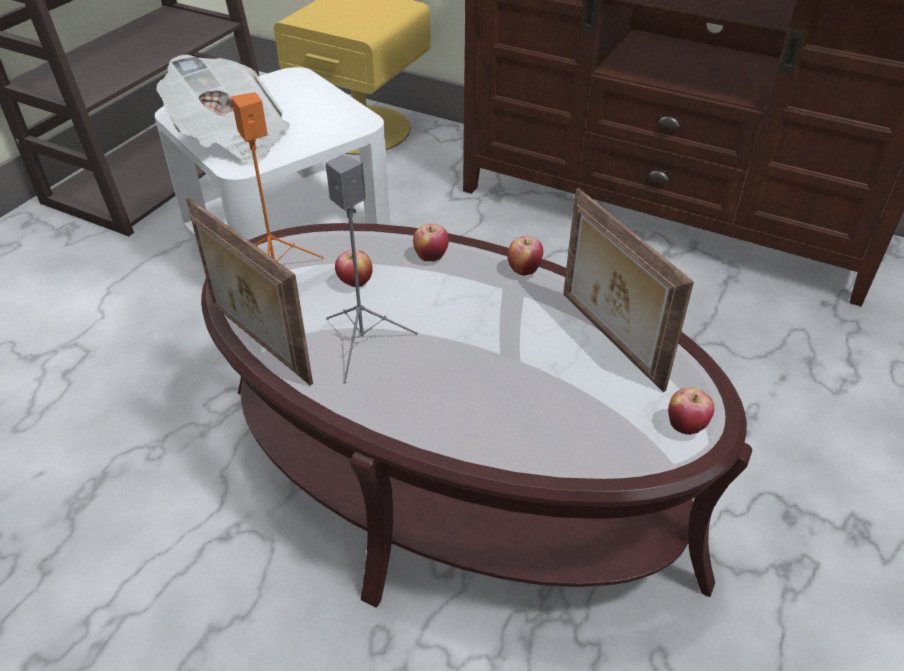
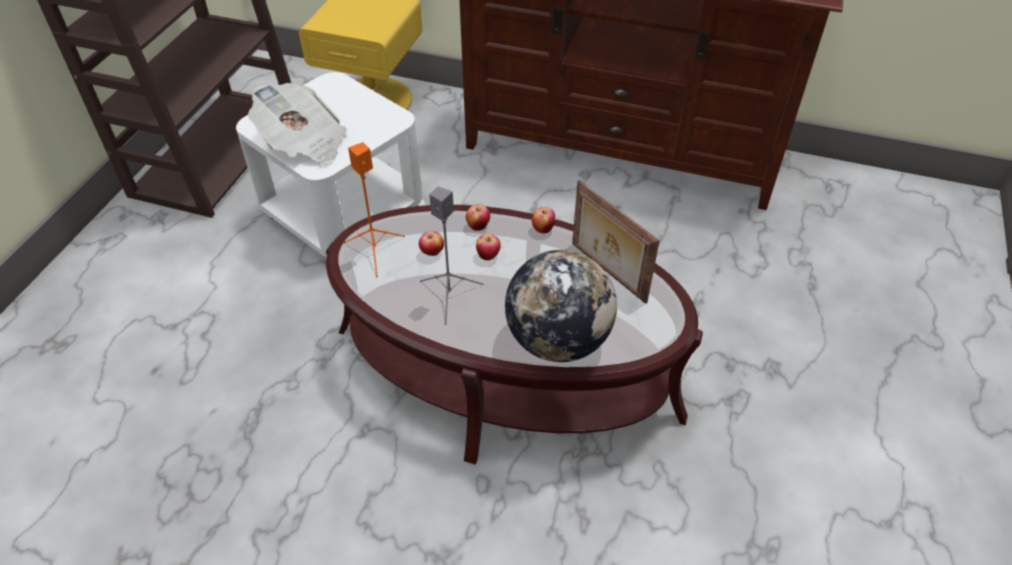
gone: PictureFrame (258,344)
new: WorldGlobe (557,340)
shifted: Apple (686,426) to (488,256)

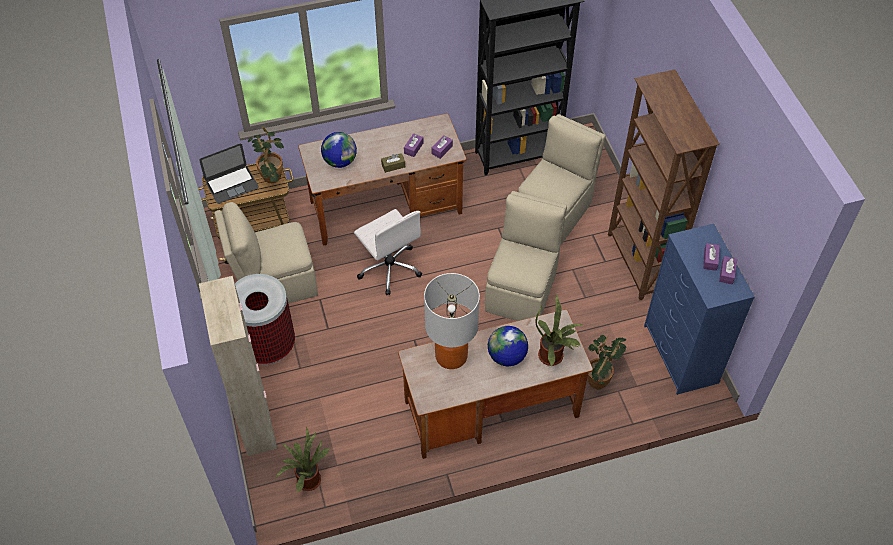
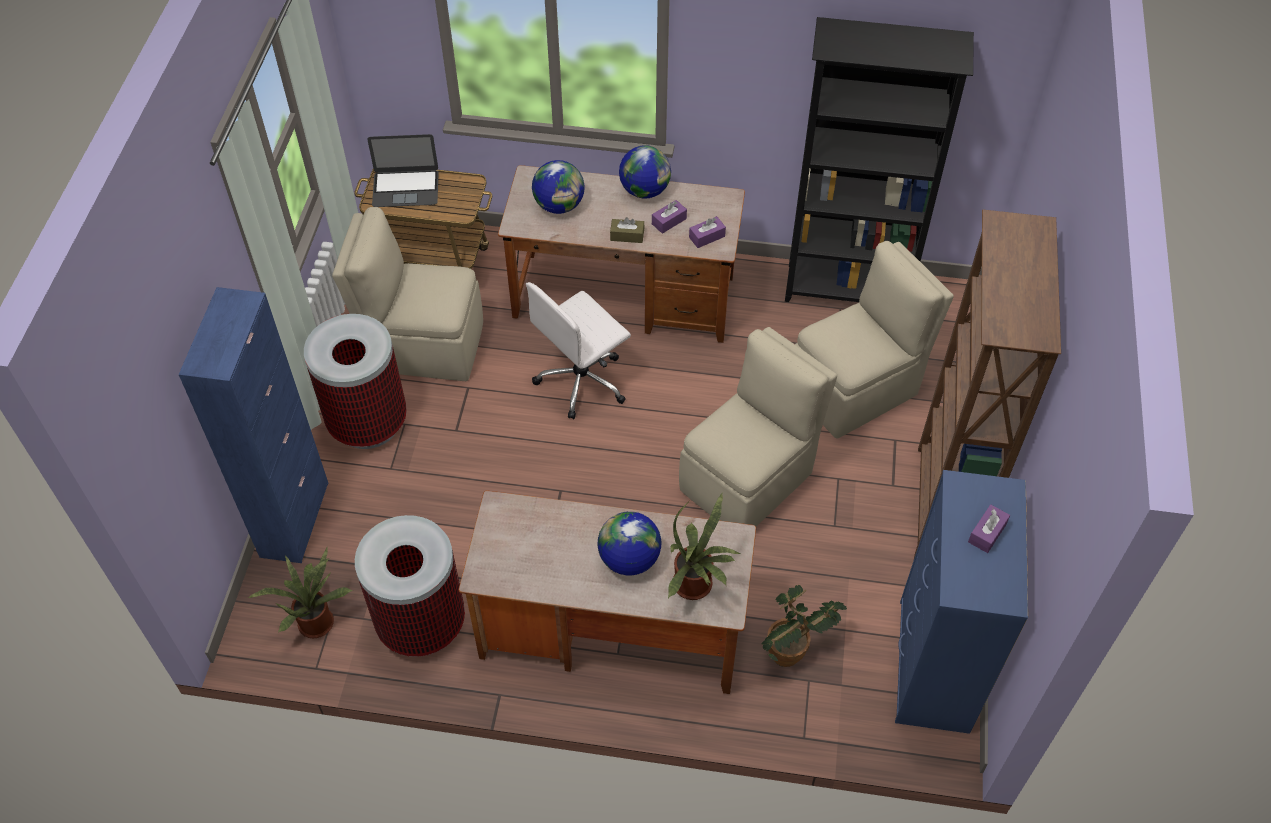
gone: PlantInAPot (271,180); TabletopLamp (451,356); PurplishTissueHolder (727,273)
new: WasteBin (421,623); WorldGlobe (644,190)
repainted: BeigeStorageCabinet (256,423) to BluishStorageCabinet (295,519)
rotated: WhitishOfficeChair (389,268) = (583,380) 60 degrees clockwise

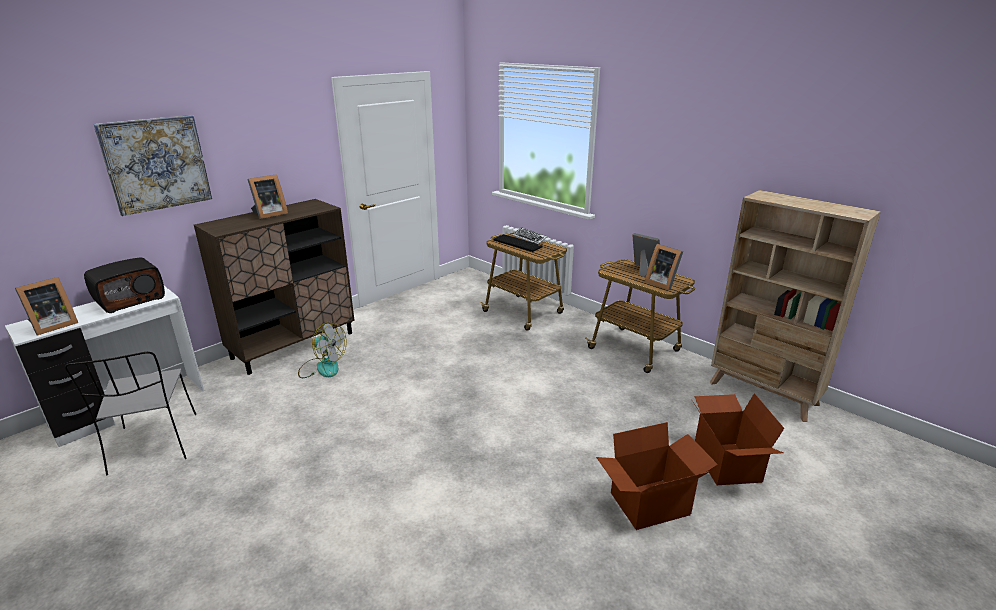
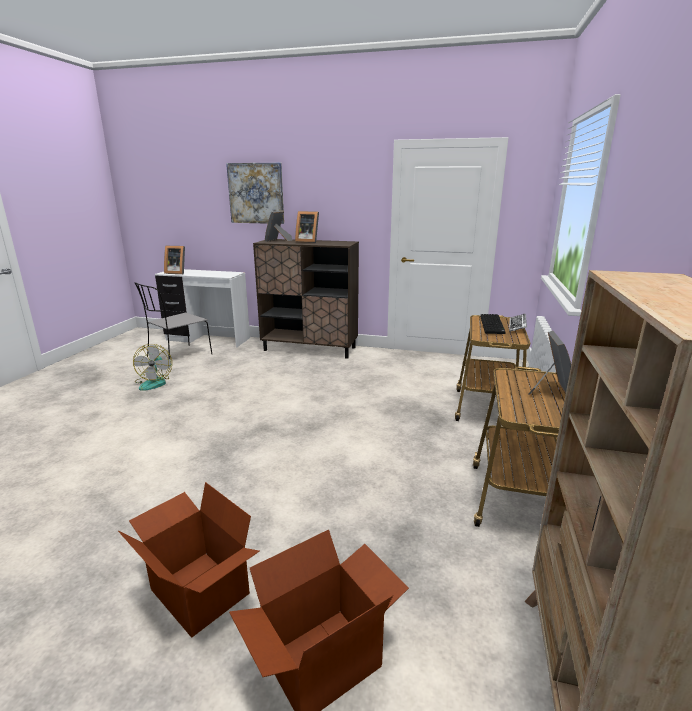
gone: RadioReceiver (130,299)
shifted: Fan (322,367) to (154,382); PictureFrame (662,283) to (278,240)

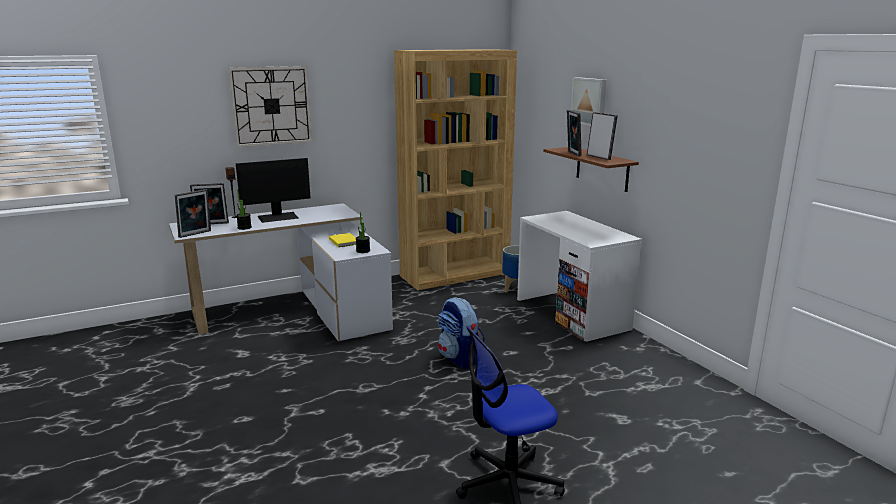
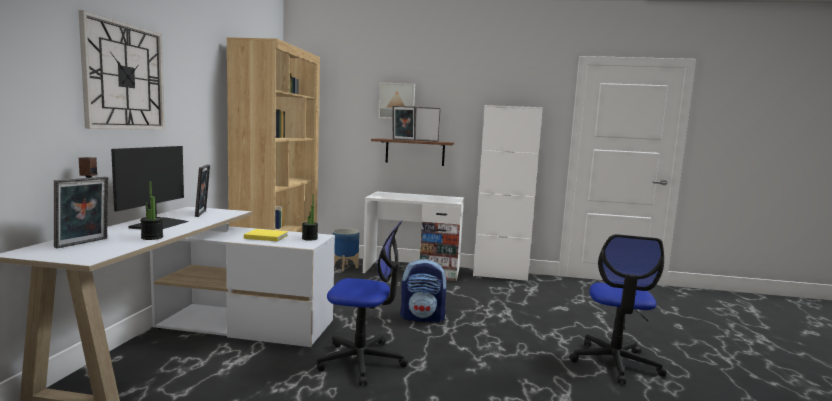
new: OfficeChair (362,361); WhitishStorageCabinet (499,275)
shifted: PictureFrame (196,234) to (203,213)

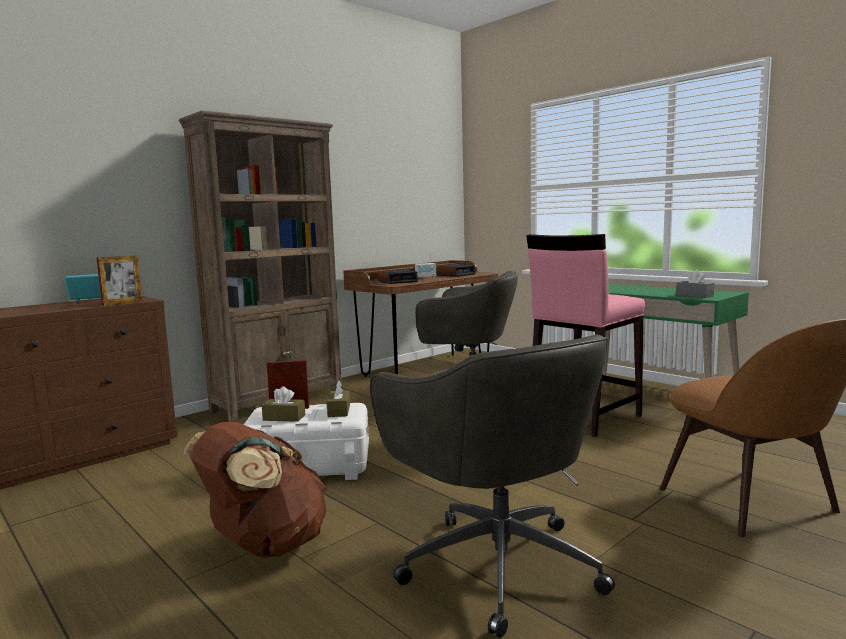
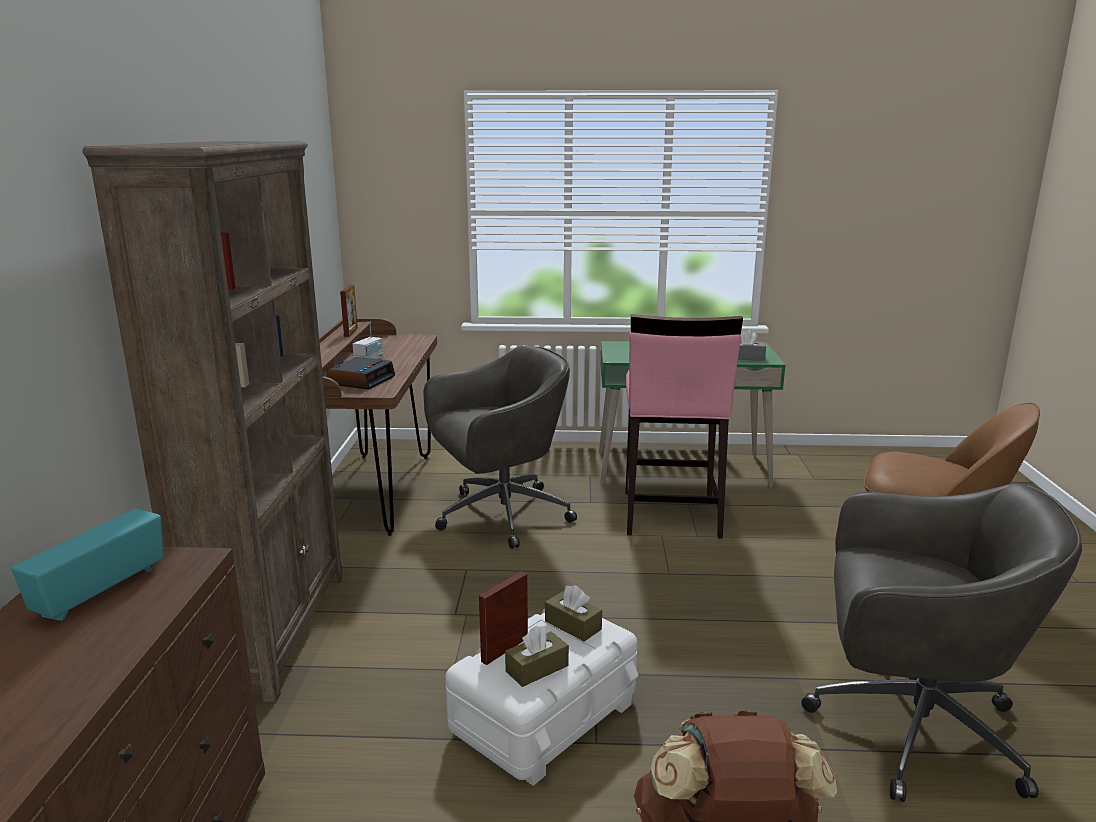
gone: BedsideClock (455,274)
shifted: PictureFrame (122,303) to (351,332)

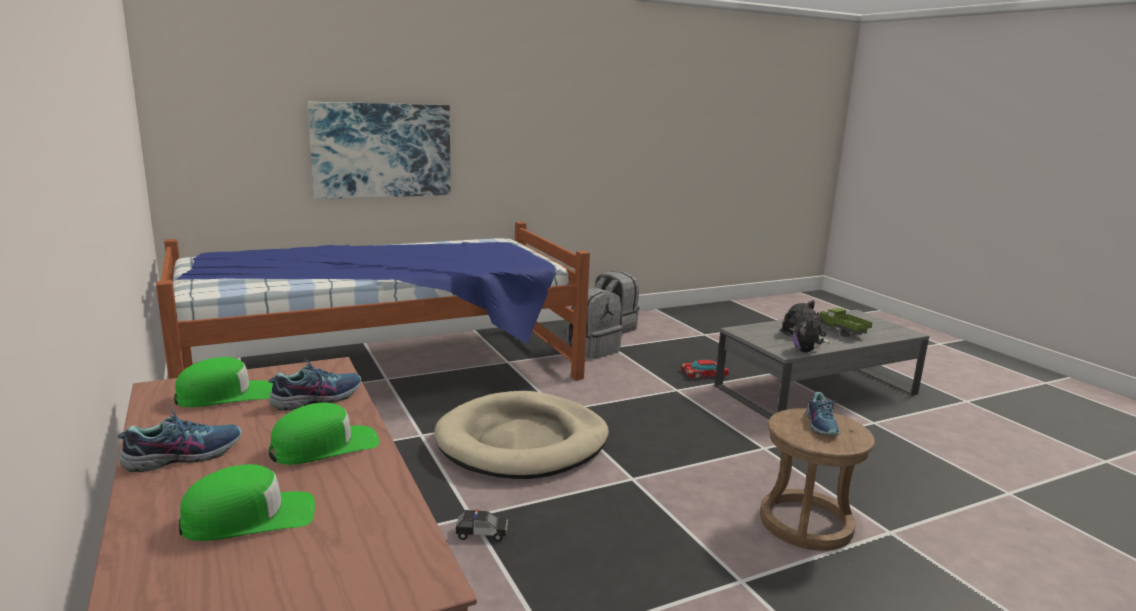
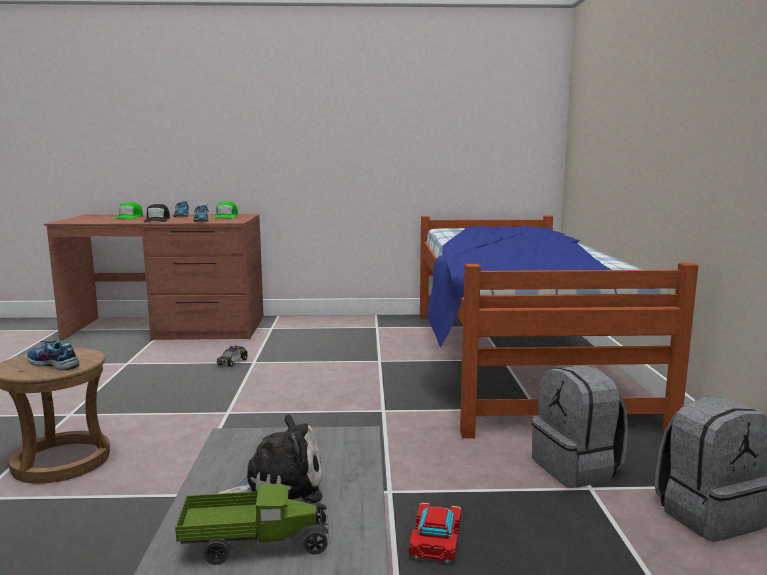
gone: Picture (382,150); BeigeDogCushion (523,442); SoftToy (806,351)
repainted: GreenColouredCap (325,446) to BlackishCap (157,220)

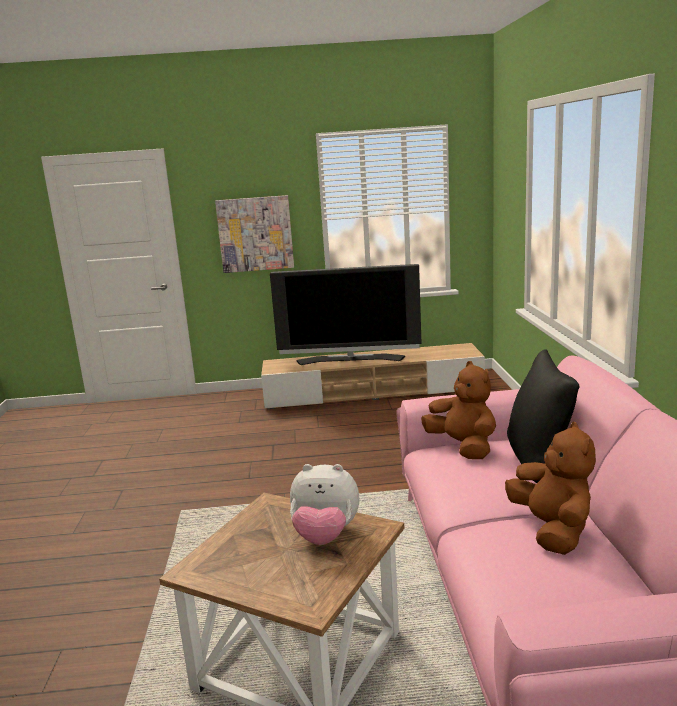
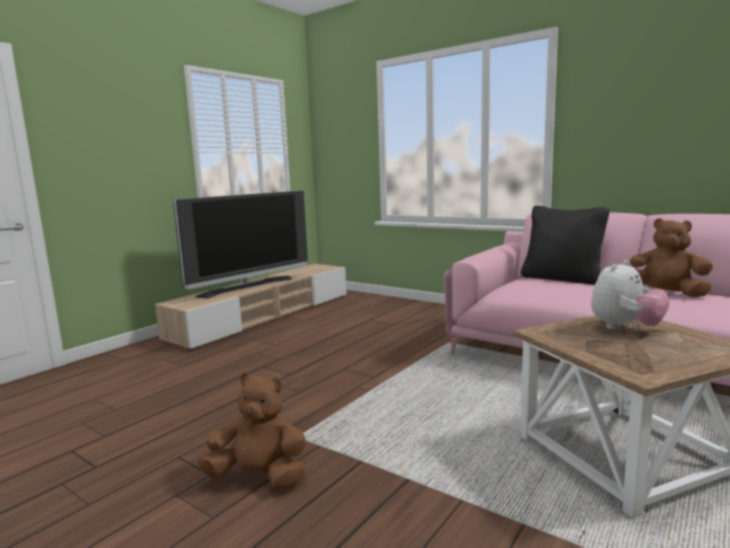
gone: Picture (255,234)
shifted: BrownishSoftToy (463,447) to (259,477)

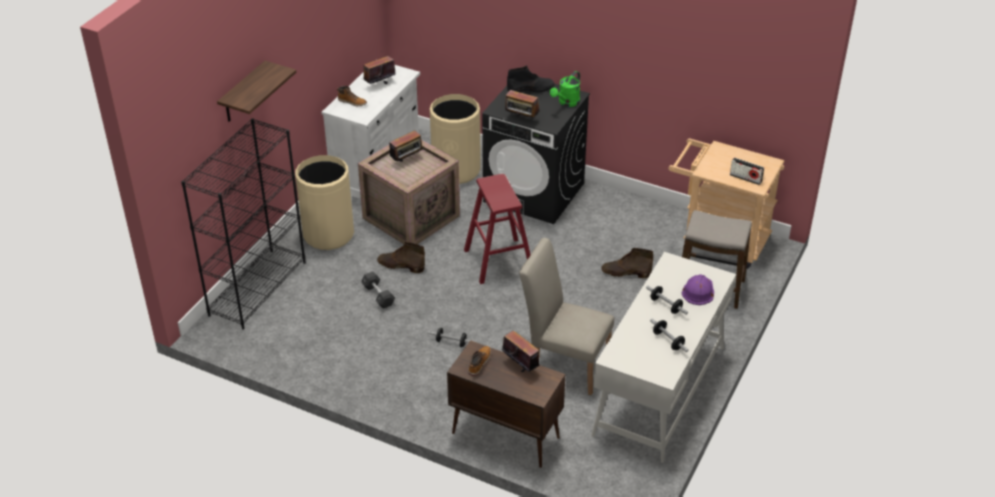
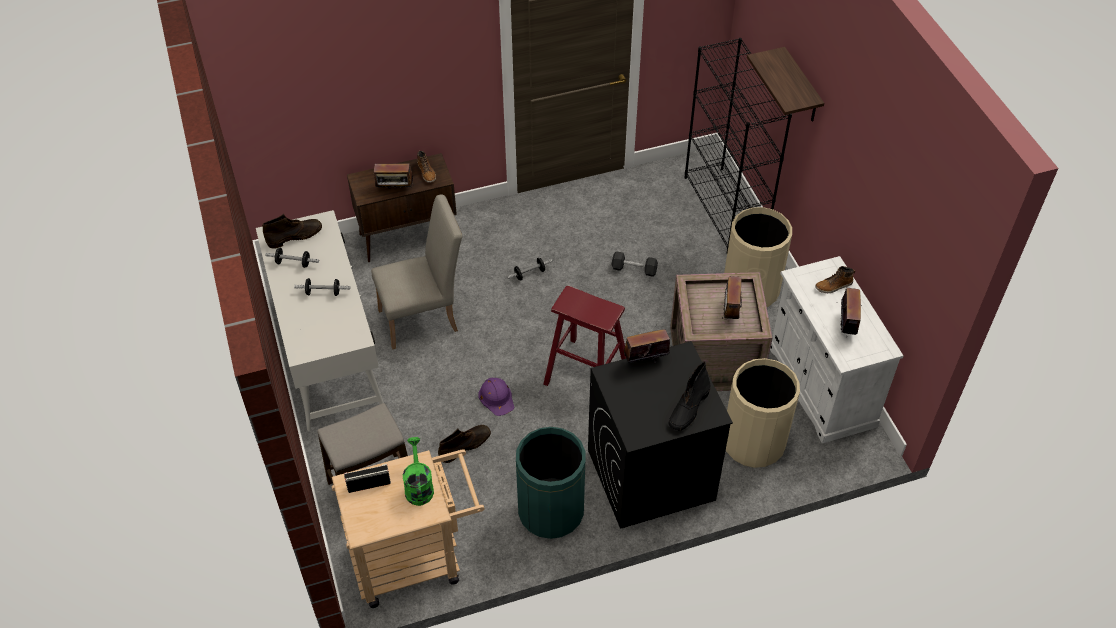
new: GreenColouredWasteBin (550,511)
shifted: BrownishBoot (400,265) to (295,236); GreenColouredSprinklingCan (566,103) to (418,486); PurplishHardHat (698,291) to (496,397)

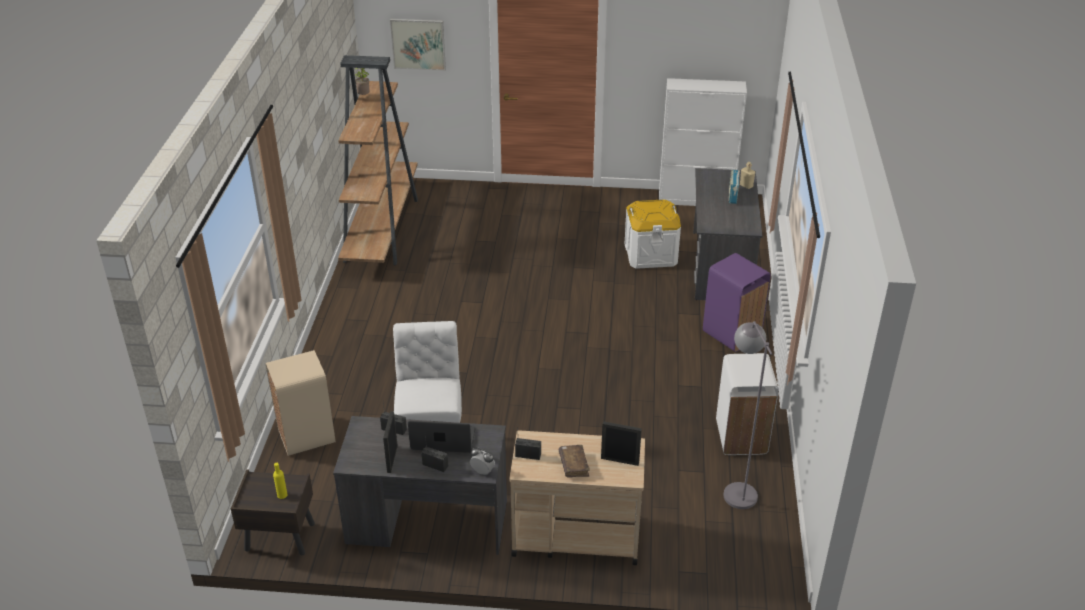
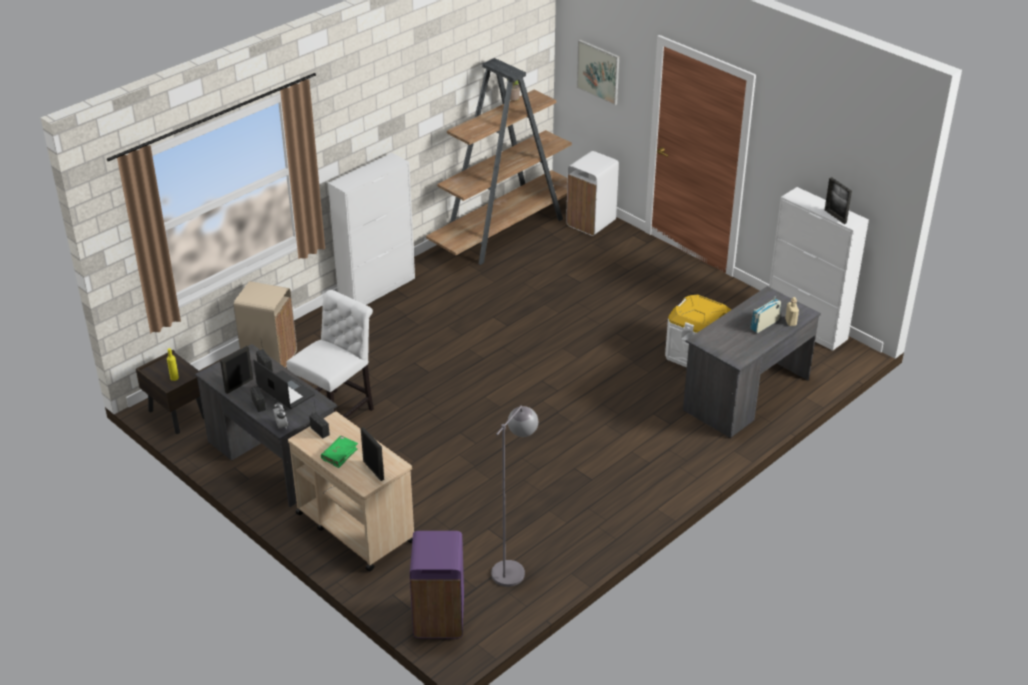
new: WhitishStorageCabinet (377,289); PictureFrame (835,216)
shifted: PurplishWasteBin (731,334) to (438,618); WhitishWasteBin (740,438) to (590,223)
repainted: BrownishBook (573,465) to GreenColouredBook (339,455)

